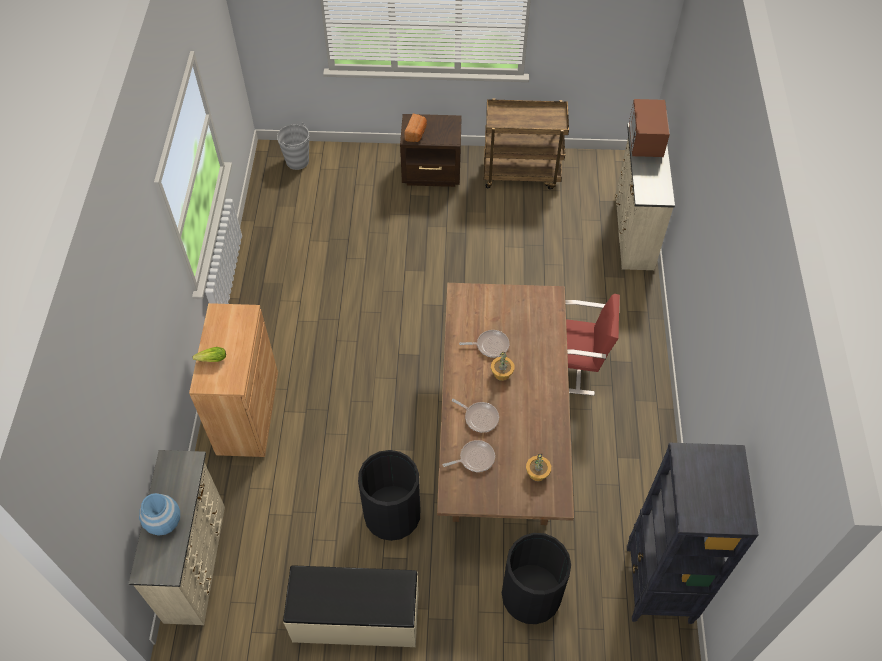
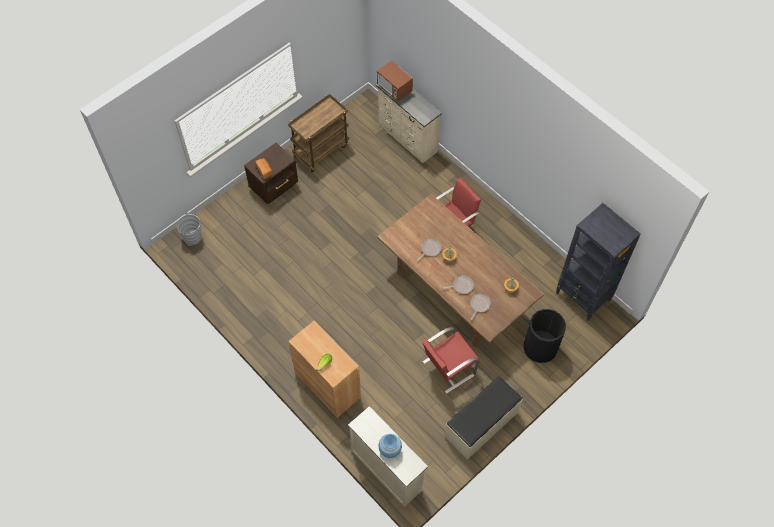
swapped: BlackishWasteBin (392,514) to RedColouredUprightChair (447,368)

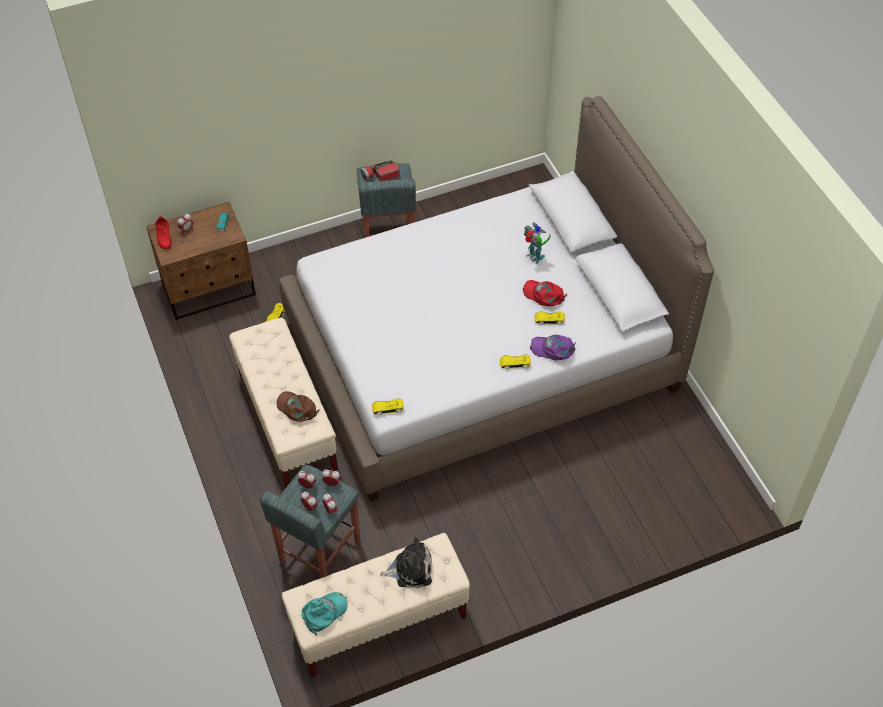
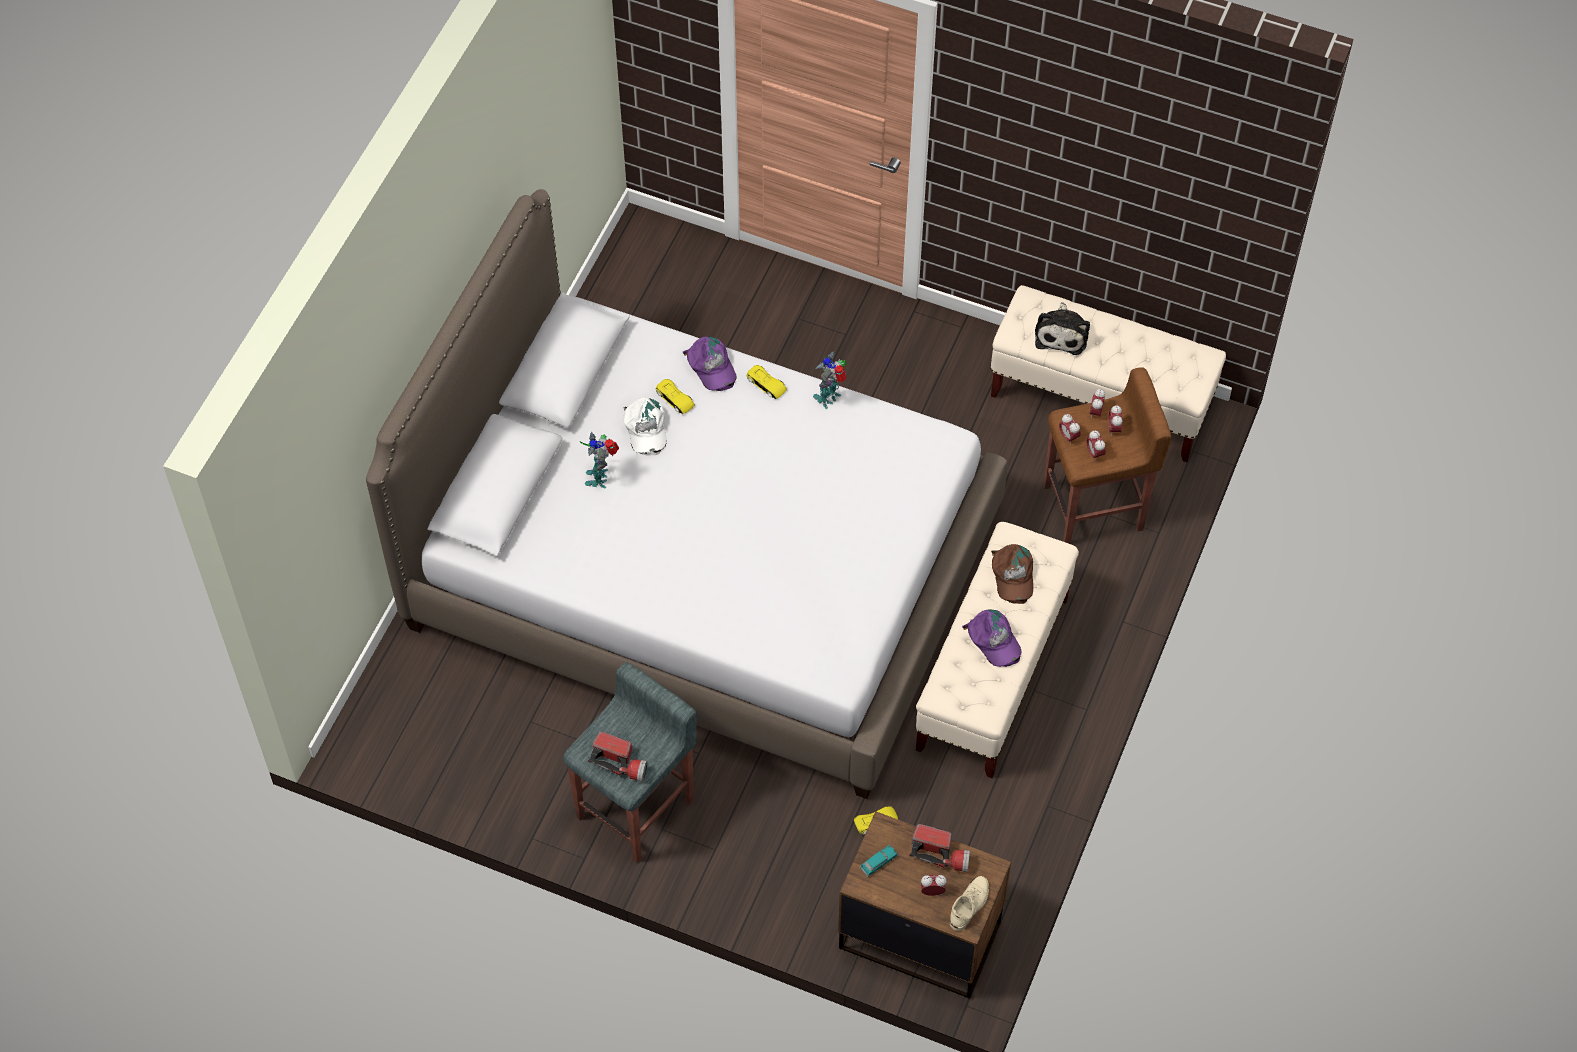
gone: TurquoiseCap (324,613); YellowColouredModelCar (387,408)
new: RobotFigure (829,398); HandTorch (940,854); PurplishCap (993,640)
repainted: RedColouredShoe (164,236) to BeigeShoe (969,905); GrayStoolSeat (319,552) to BrownishStoolSeat (1095,508); RedColouredCap (544,295) to WhitishCap (645,429)
rotated: SoftToy (410,569) = (1062,333) 120 degrees counterclockwise

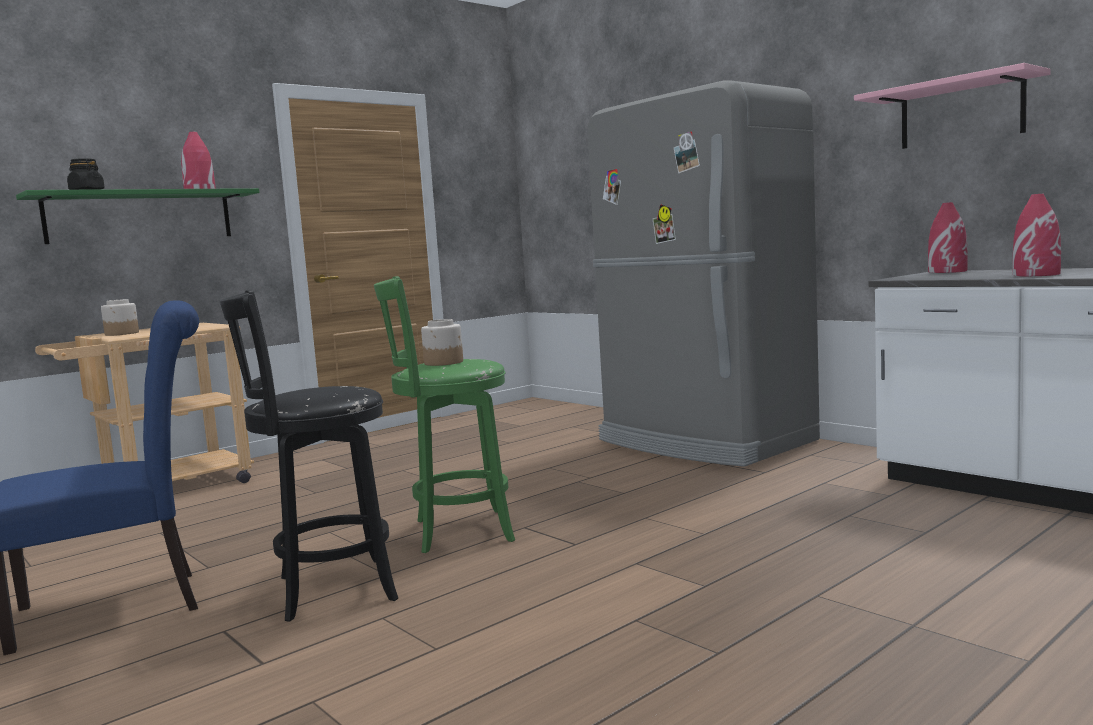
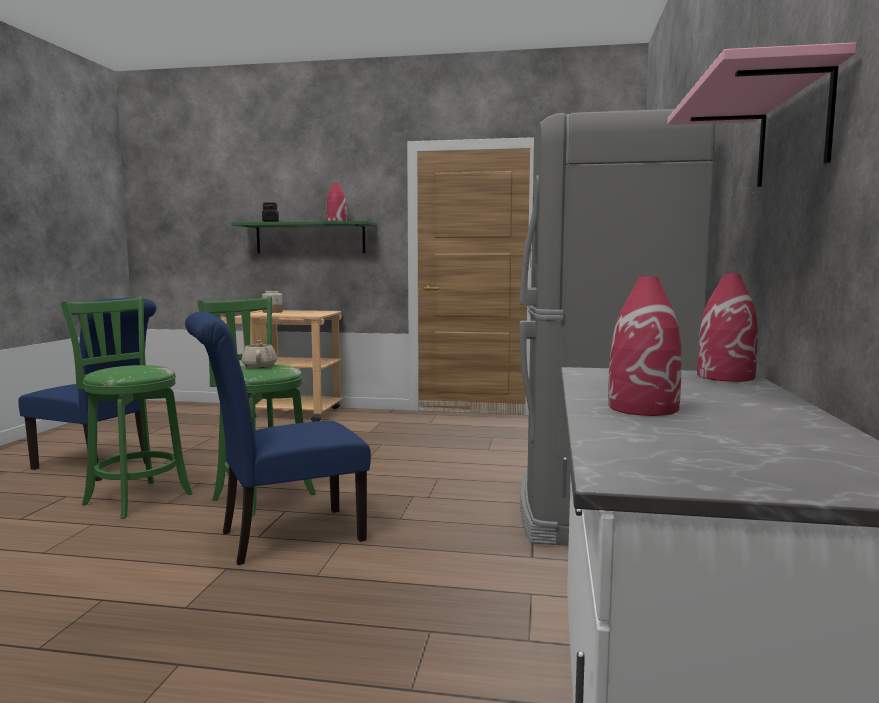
new: BluishUprightChair (282,537)
swapped: Jar (444,362) to BeigeTeaPot (259,366)
repainted: BlackishStoolSeat (328,590) to GreenColouredStoolSeat (135,498)

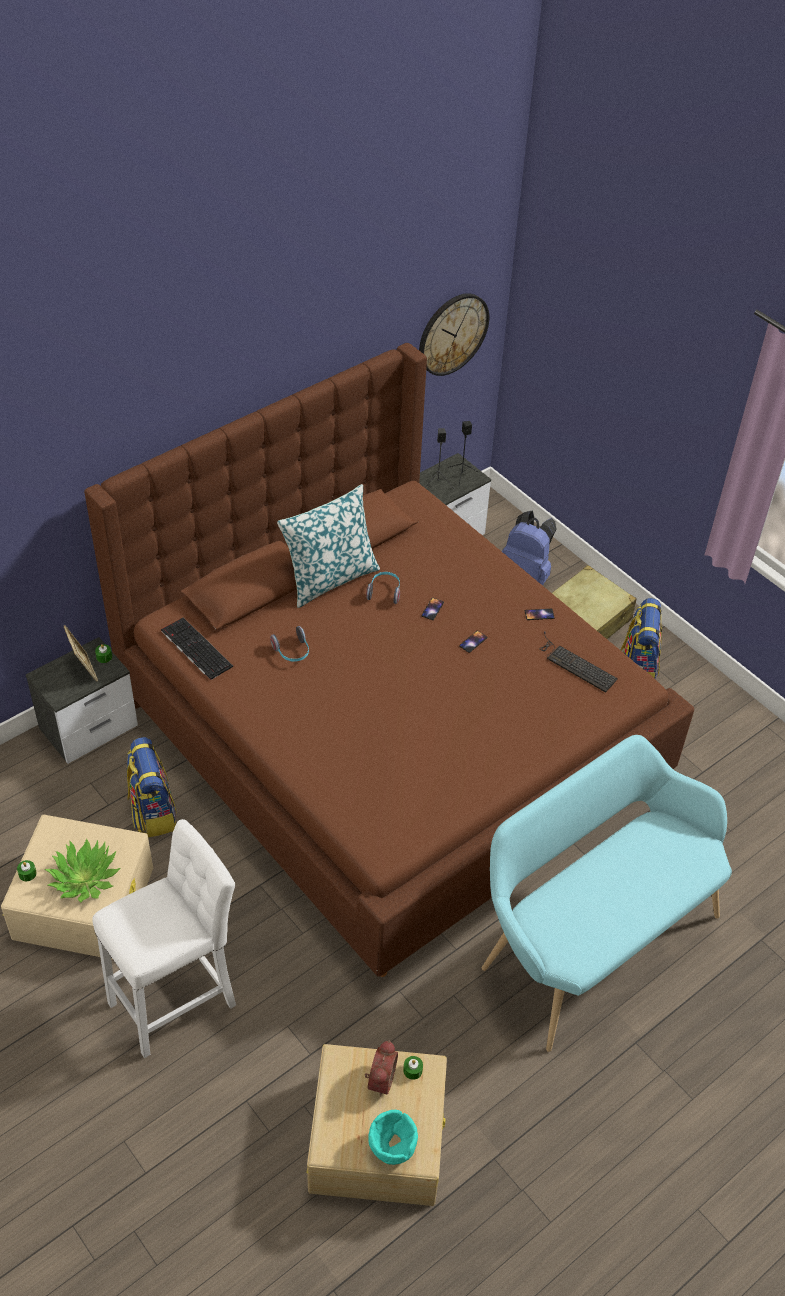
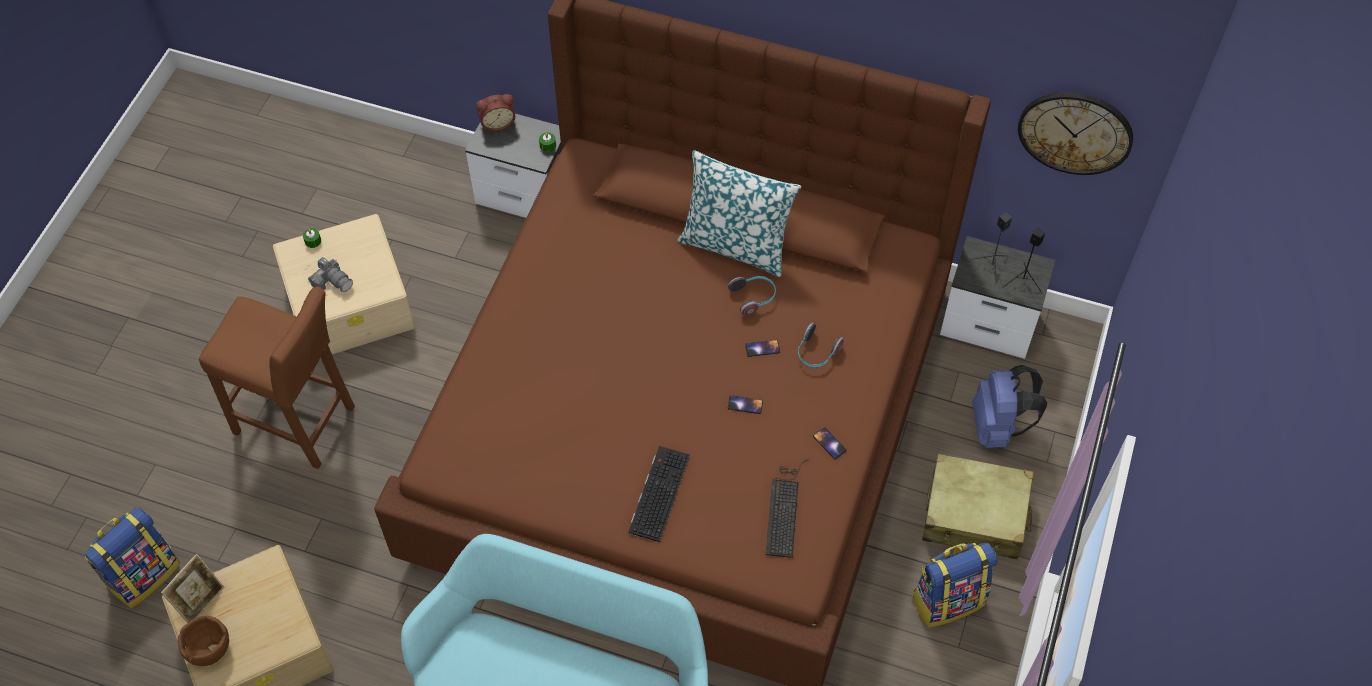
gone: GreenColouredWaxCandle (412,1070)
shifted: PictureFrame (84,669) to (200,601); Rucksack (152,812) to (143,574); Keyboard (195,648) to (658,492); Headset (292,652) to (816,353); BedsideClock (379,1079) to (497,122)
swapped: PlantInAPot (85,878) to PhotoCamera (332,281)
repainted: WhitishStoolSeat (178,999) to BrownishStoolSeat (299,424); TurquoiseServingBowl (392,1146) to BrownishServingBowl (210,649)

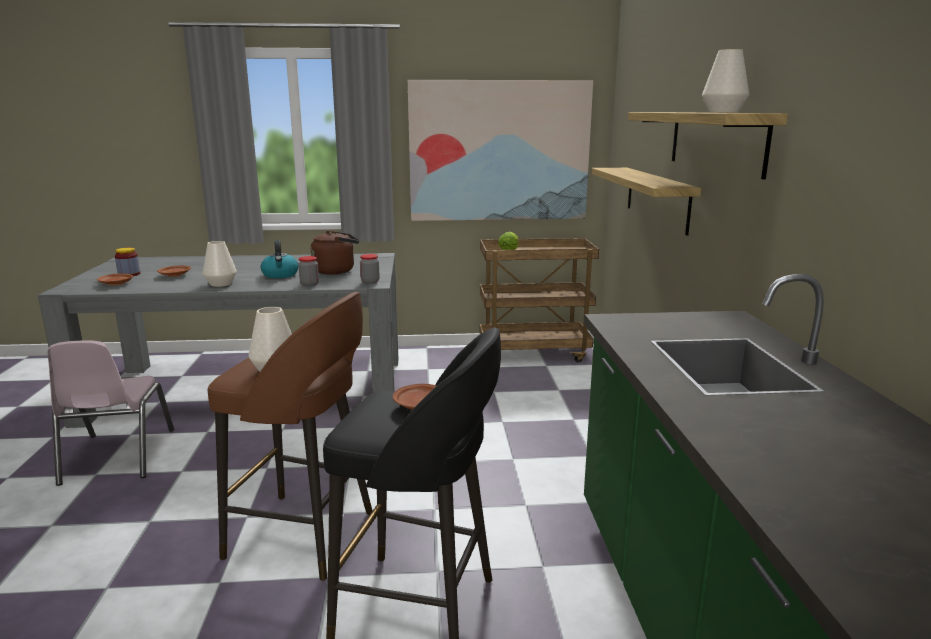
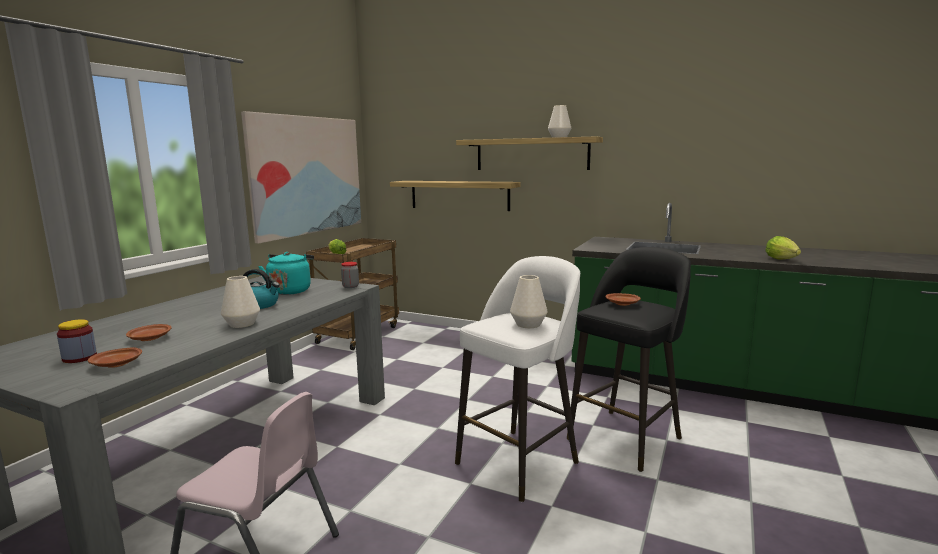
gone: Jar (309,284)
new: HeadOfLettuce (783,260)
repainted: BrownishStoolSeat (304,536) to WhitishStoolSeat (519,461); BrownishTeaKettle (336,271) to TurquoiseTeaKettle (290,290)

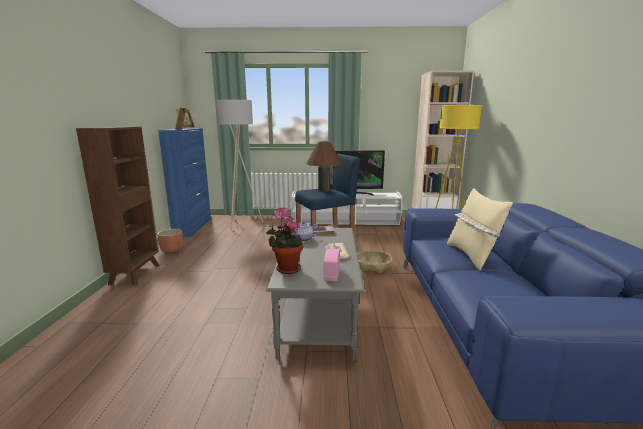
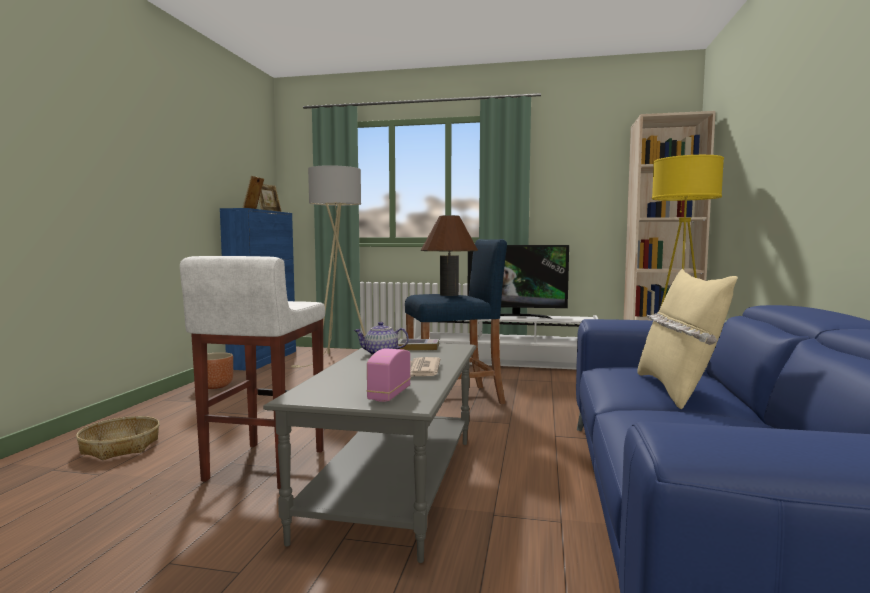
gone: BrownishBookshelf (136,274); PlantInAPot (286,269)
new: WhitishStoolSeat (264,465)
shifted: Basket (373,266) to (120,447)

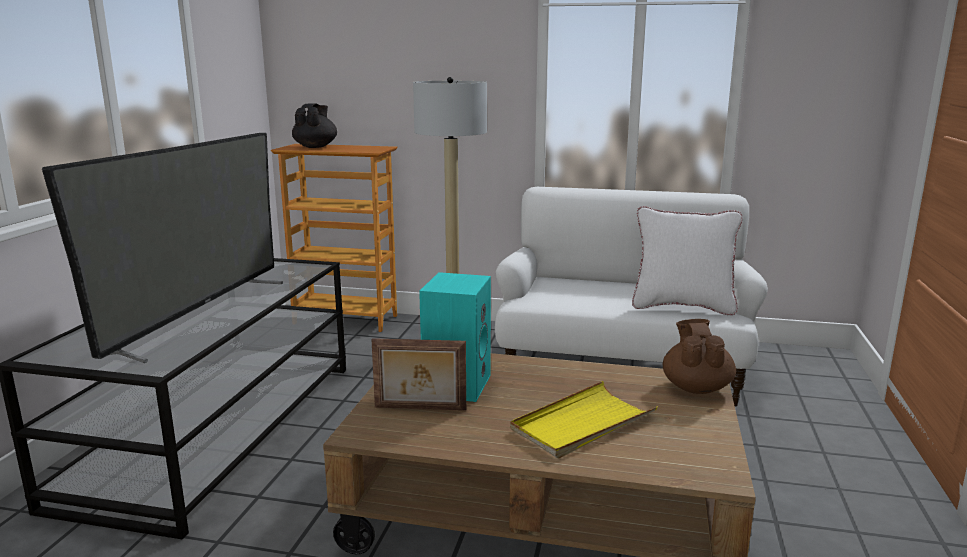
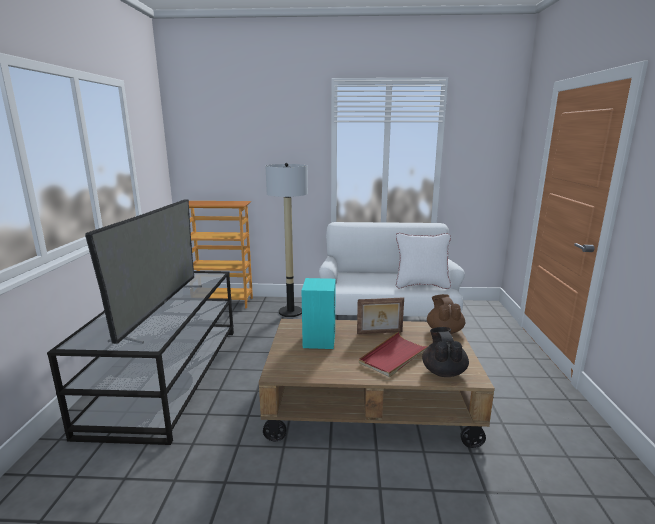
shifted: BlackishTeaPot (316,147) to (443,371); PictureFrame (420,409) to (379,333)
repainted: YellowColouredServingTray (582,424) to RedColouredServingTray (394,356)

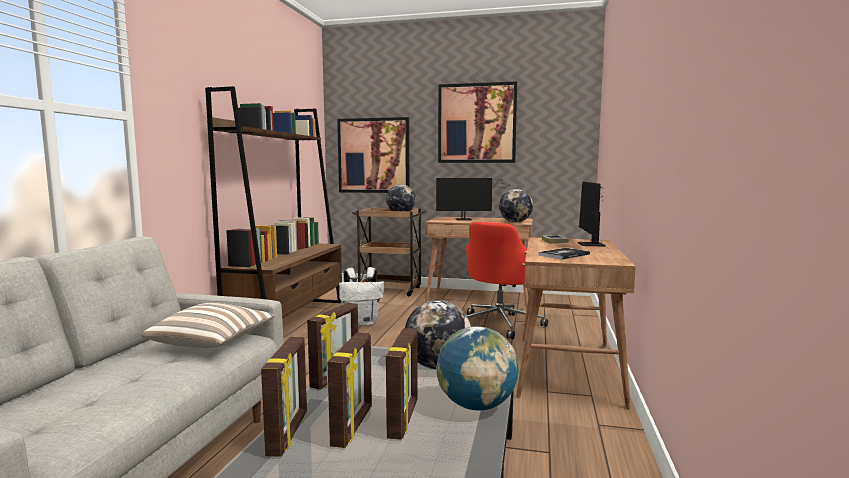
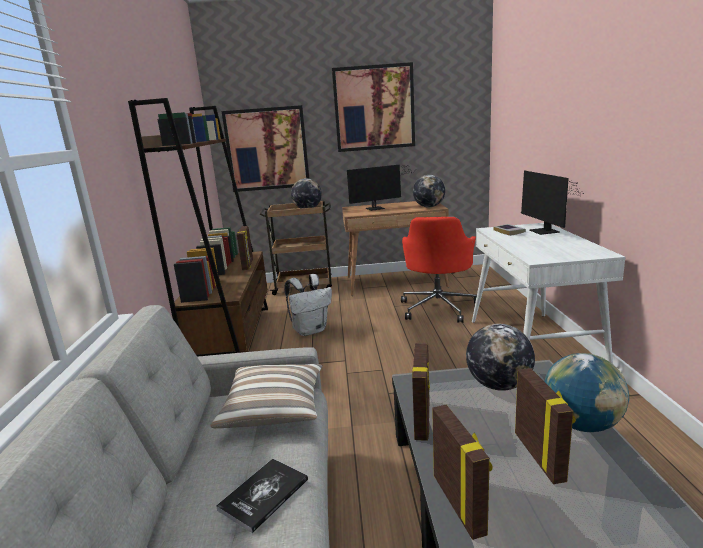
shifted: PictureFrame (353,426) to (248,265); Book (564,255) to (264,494)
repainted: BrownishDeskUnit (567,369) to WhitishDeskUnit (534,346)

